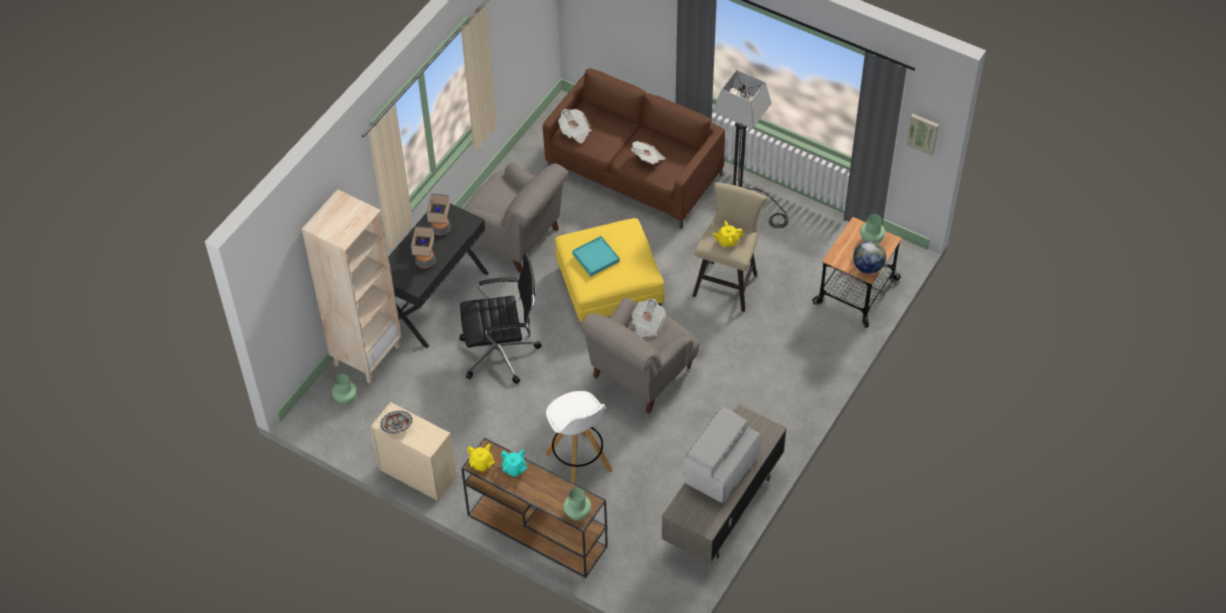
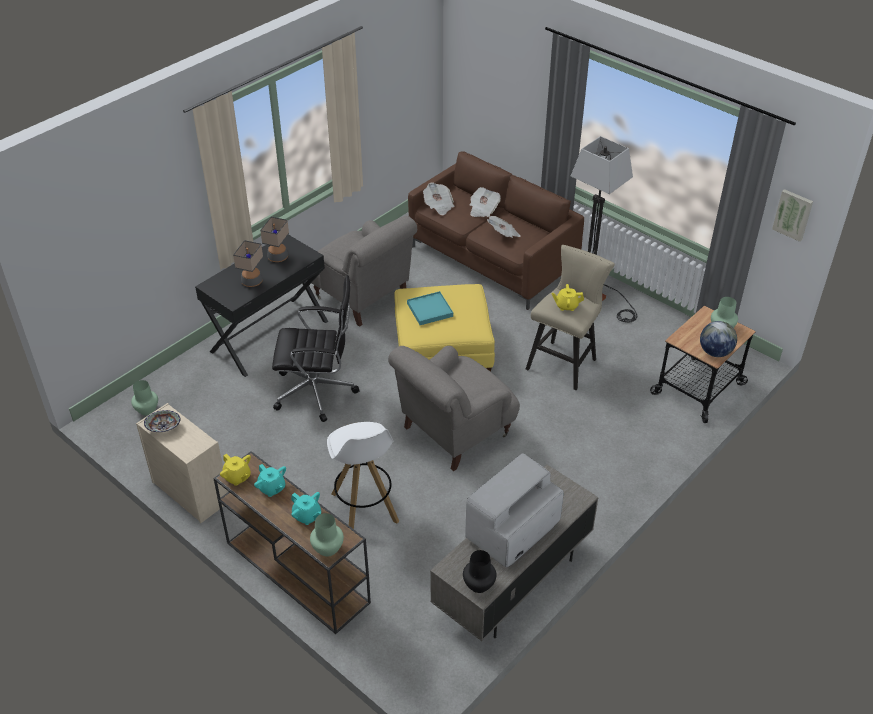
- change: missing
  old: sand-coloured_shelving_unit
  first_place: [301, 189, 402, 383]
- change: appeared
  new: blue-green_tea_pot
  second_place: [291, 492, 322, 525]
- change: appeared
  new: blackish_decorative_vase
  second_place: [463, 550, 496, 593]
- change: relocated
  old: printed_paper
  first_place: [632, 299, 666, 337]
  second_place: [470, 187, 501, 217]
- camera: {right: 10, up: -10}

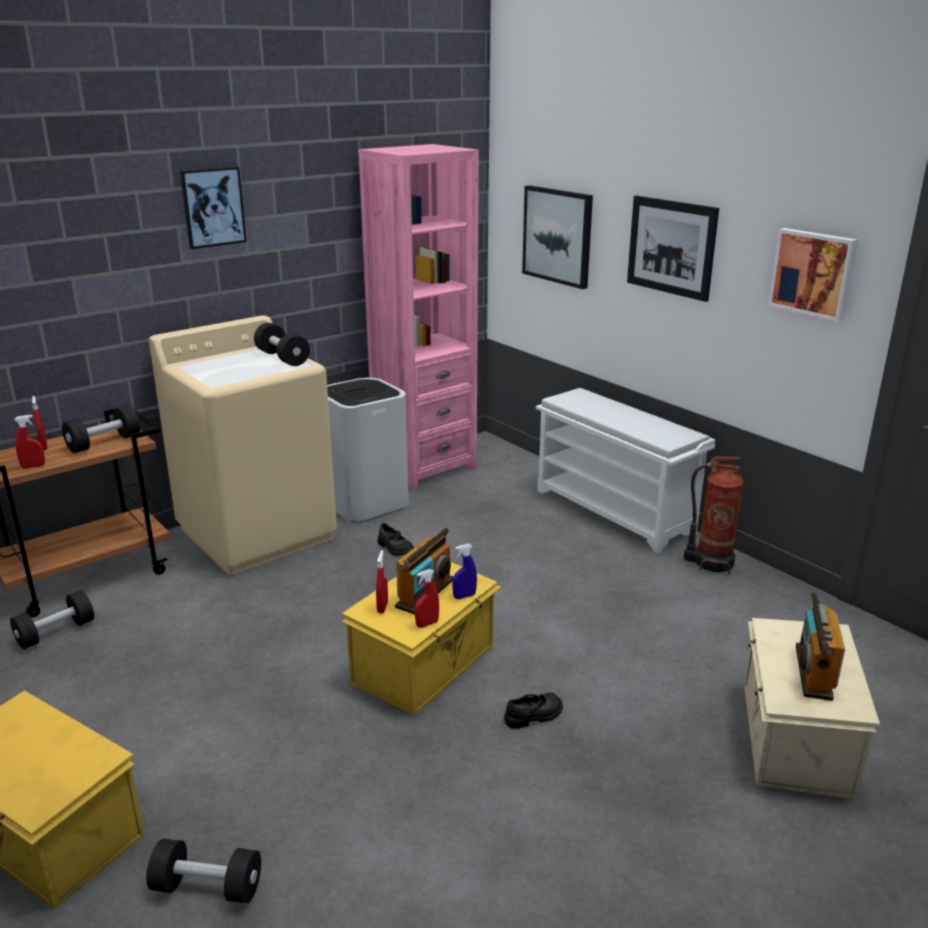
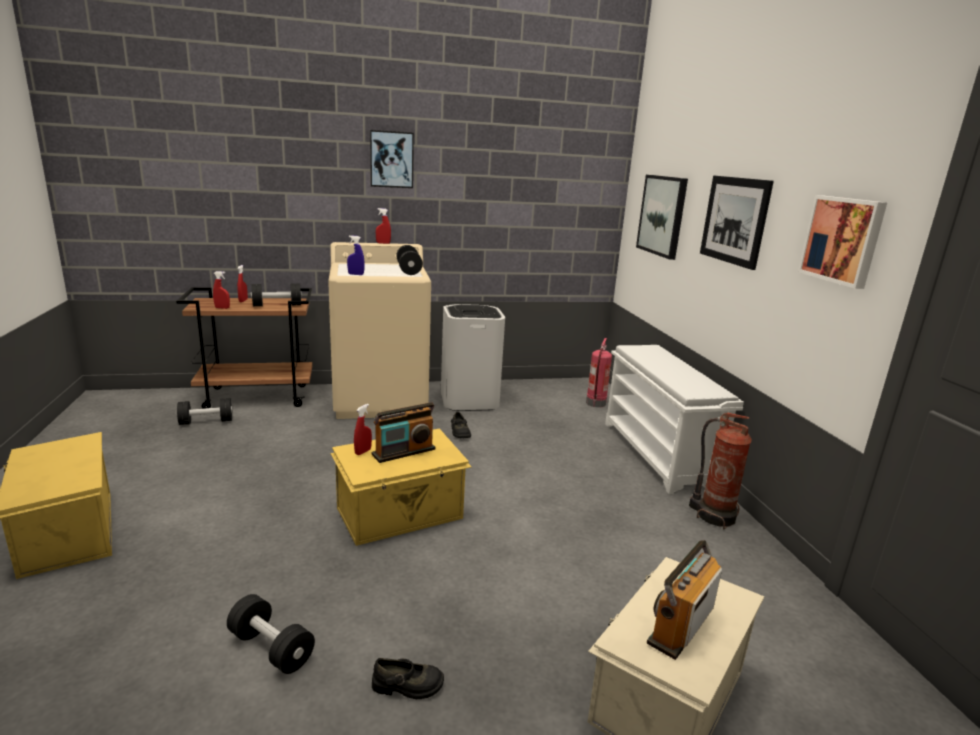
- change: missing
  old: pink_shelving_unit
  first_place: [359, 144, 479, 490]
- change: appeared
  new: extinguisher
  second_place: [586, 338, 612, 408]
- change: relocated
  old: blackish_free_weight
  first_place: [146, 839, 261, 903]
  second_place: [227, 594, 315, 674]
- change: relocated
  old: red_sprayer
  first_place: [415, 569, 439, 628]
  second_place: [376, 208, 391, 244]
- change: relocated
  old: bluish_sprayer
  first_place: [452, 544, 477, 599]
  second_place: [347, 235, 365, 275]
- change: relocated
  old: blackish_low_shoe
  first_place: [504, 693, 563, 729]
  second_place: [372, 658, 444, 699]
- camera: {right: 25, up: -5}

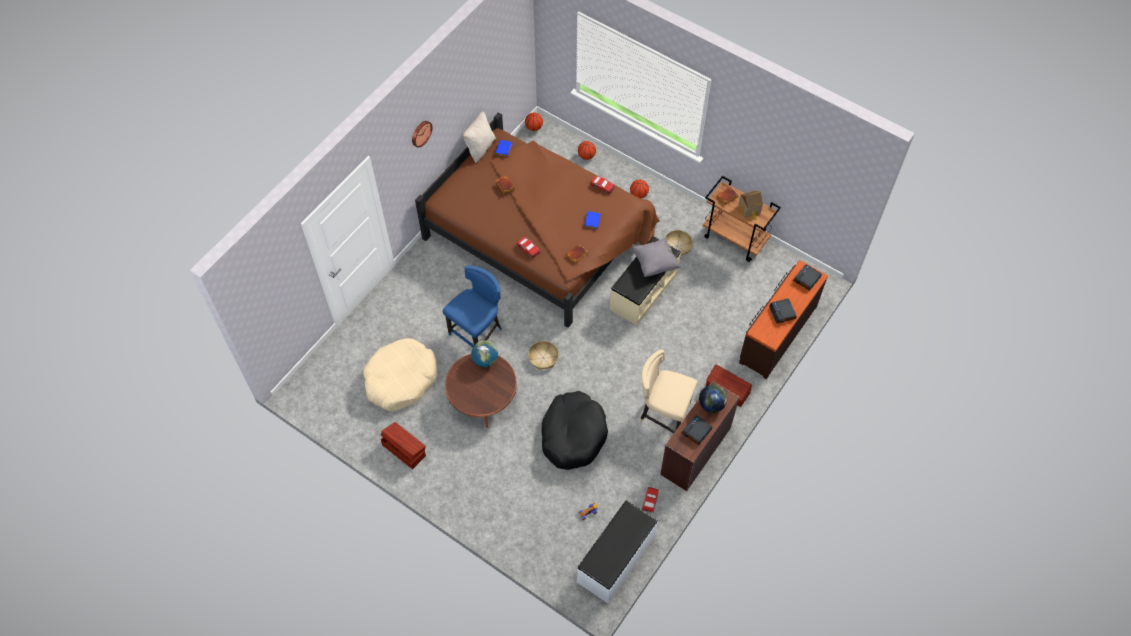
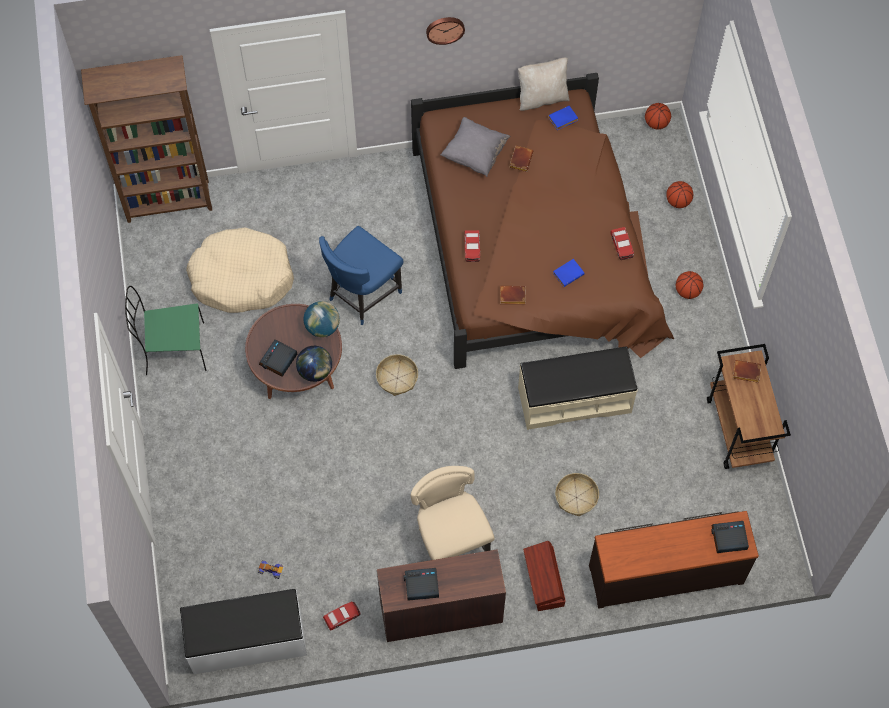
- change: missing
  old: blackish_dog_bed
  first_place: [542, 391, 608, 470]
- change: missing
  old: model_house
  first_place: [738, 190, 763, 220]
- change: appeared
  new: brown-coloured_shelving_unit
  second_place: [81, 55, 212, 223]
- change: relocated
  old: greyish_throw_pillow
  first_place: [632, 237, 681, 277]
  second_place: [441, 117, 510, 177]
- change: relocated
  old: basket
  first_place: [664, 230, 693, 256]
  second_place: [555, 473, 599, 516]
- change: relocated
  old: desk_globe
  first_place: [699, 385, 727, 413]
  second_place: [296, 346, 332, 382]
- change: relocated
  old: alarm_clock
  first_place: [769, 298, 797, 324]
  second_place: [259, 340, 297, 377]
- change: exchanged
  old: brown-coloured_storage_container
  new: greenish_chair
  first_place: [381, 422, 426, 469]
  second_place: [125, 286, 206, 375]
- change: spun
  old: bluish_chair
  first_place: [442, 266, 502, 347]
  second_place: [319, 226, 404, 325]
  degrees: 135
- camera: {right: 45, up: 5}

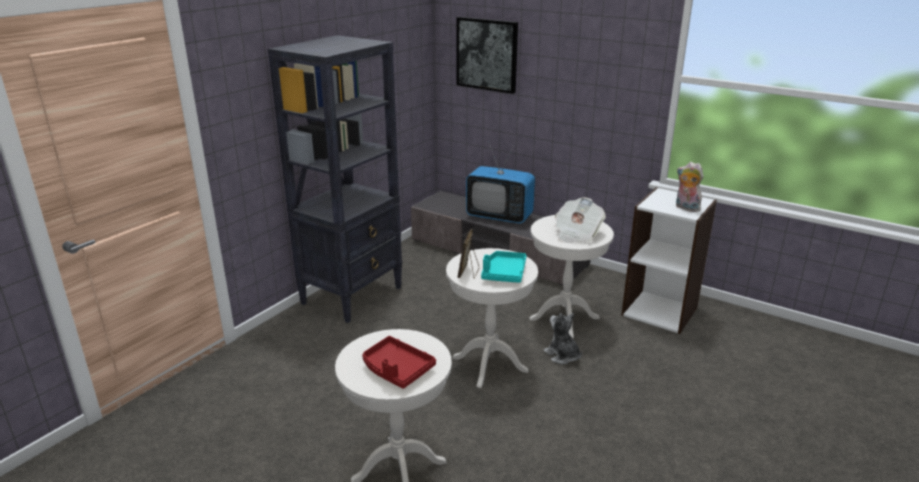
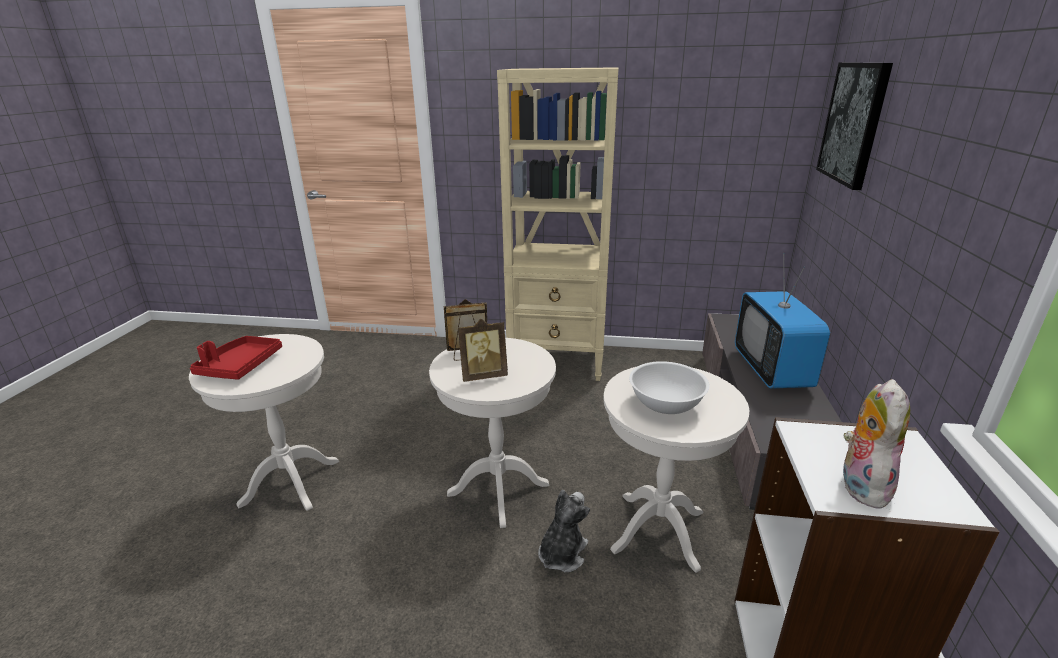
- change: exchanged
  old: blue-green_serving_tray
  new: picture_frame
  first_place: [481, 251, 526, 283]
  second_place: [458, 319, 508, 382]
- change: exchanged
  old: printed_paper
  new: whitish_bowl
  first_place: [555, 197, 606, 243]
  second_place: [629, 361, 710, 414]
- change: colour
  old: blackish_shelving_unit
  new: sand-coloured_shelving_unit
  first_place: [268, 35, 403, 323]
  second_place: [497, 67, 619, 381]
- camera: {right: 65, up: 0}

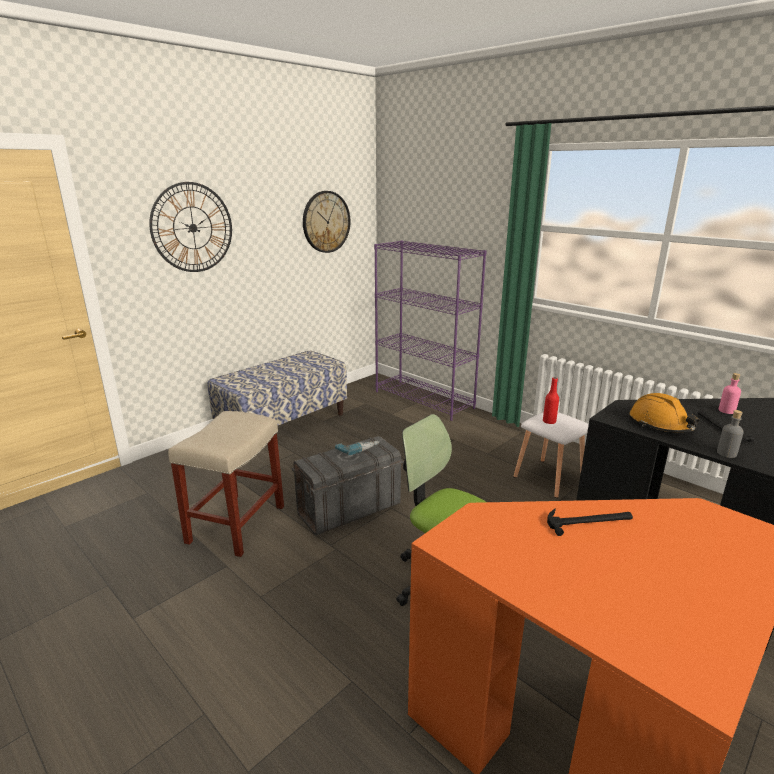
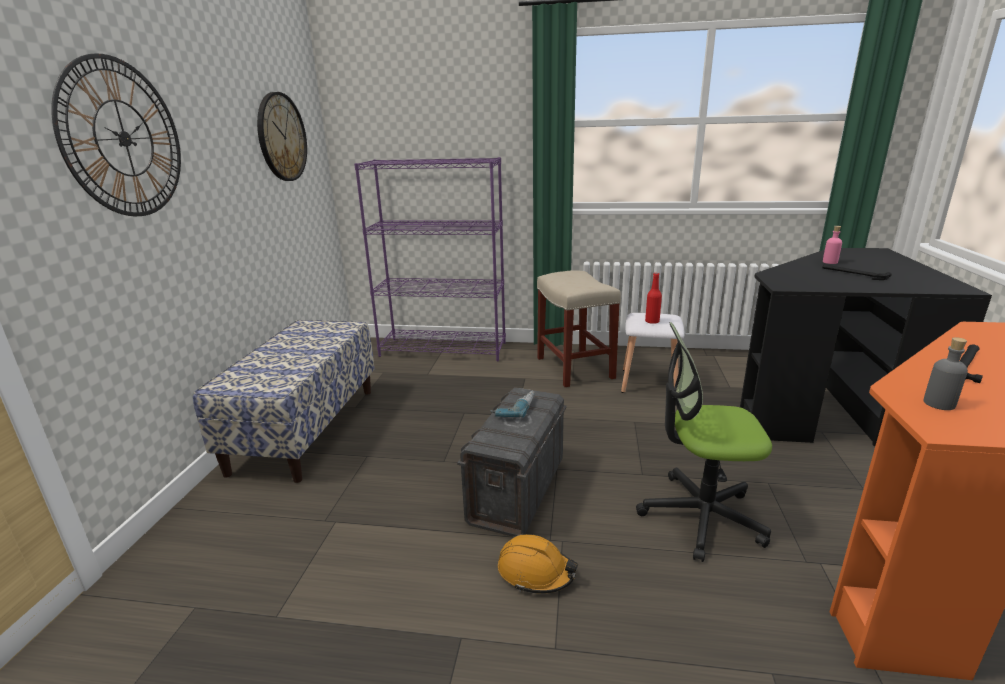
- change: relocated
  old: sand-coloured_stool
  first_place: [168, 411, 284, 557]
  second_place: [537, 270, 621, 387]
- change: relocated
  old: orange_hard_hat
  first_place: [630, 393, 699, 432]
  second_place: [498, 534, 578, 594]
- change: relocated
  old: greyish_drink_bottle
  first_place: [717, 410, 744, 458]
  second_place: [923, 337, 968, 410]
- camera: {right: -35, up: 0}

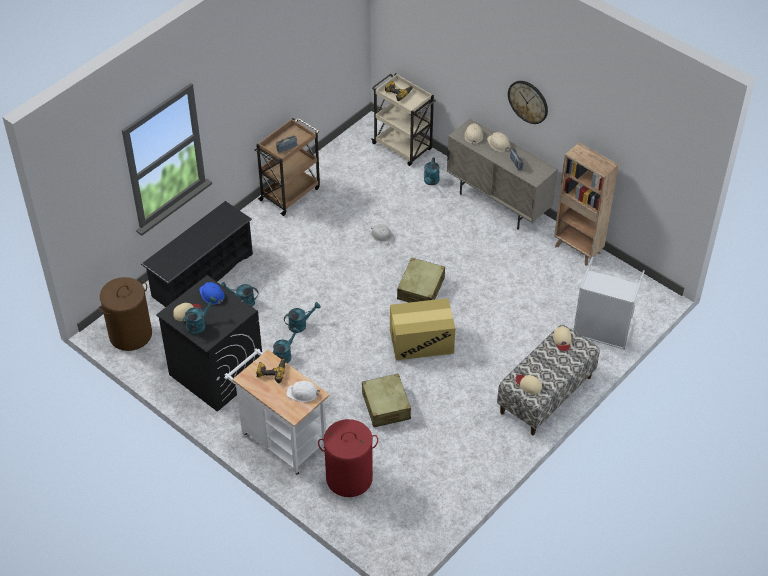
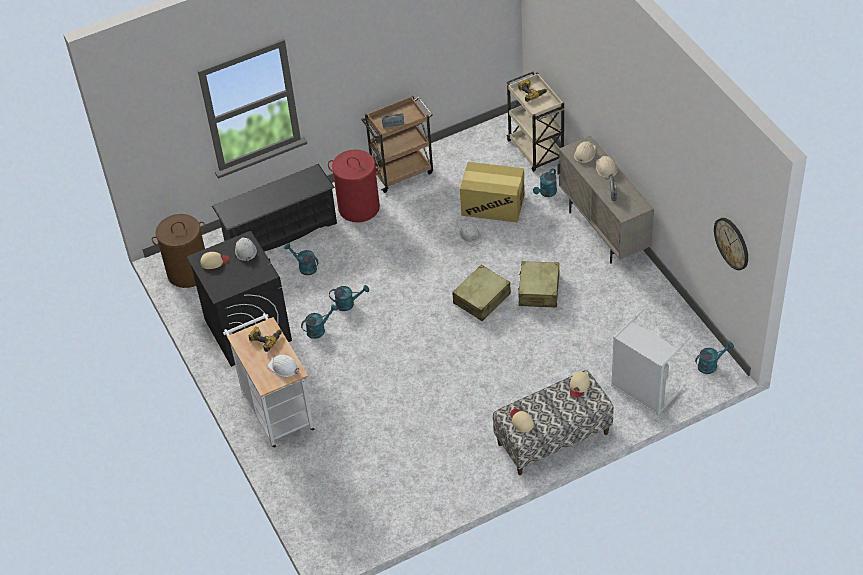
- change: missing
  old: brown-coloured_shelving_unit
  first_place: [554, 143, 618, 266]
- change: relocated
  old: blue-green_sprinkling_can
  first_place: [182, 296, 217, 335]
  second_place: [695, 341, 734, 374]
- change: relocated
  old: red_washing_basket
  first_place: [318, 419, 378, 497]
  second_place: [328, 149, 380, 222]
- change: relocated
  old: sand-coloured_suitcase
  first_place: [362, 374, 411, 427]
  second_place: [518, 261, 560, 307]
- change: relocated
  old: carton
  first_place: [390, 298, 455, 360]
  second_place: [460, 162, 525, 223]
- change: relocated
  old: clock_on_the_wall
  first_place: [508, 81, 548, 124]
  second_place: [714, 218, 748, 270]
- change: colour
  old: bluish_hard_hat
  new: whitish_hard_hat
  first_place: [199, 282, 225, 305]
  second_place: [235, 237, 257, 262]
- camera: {right: 25, up: 0}

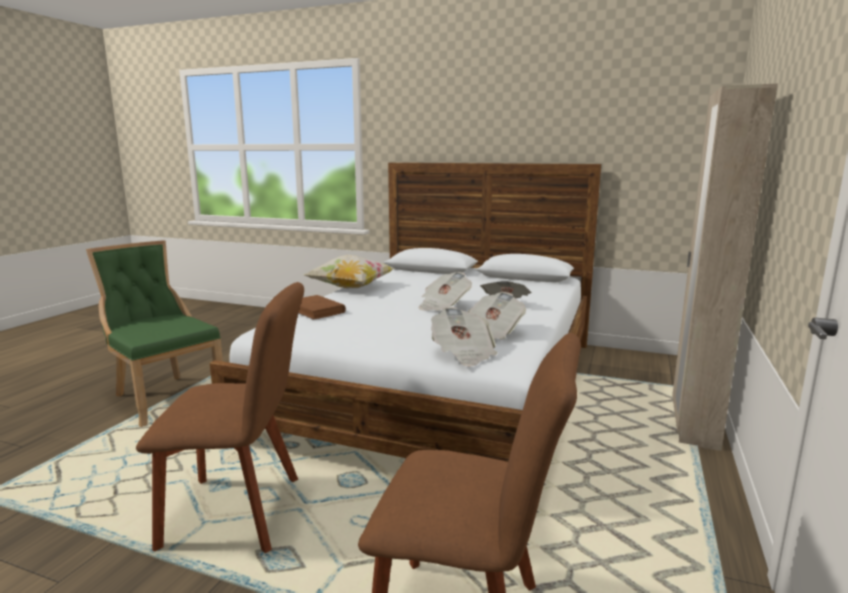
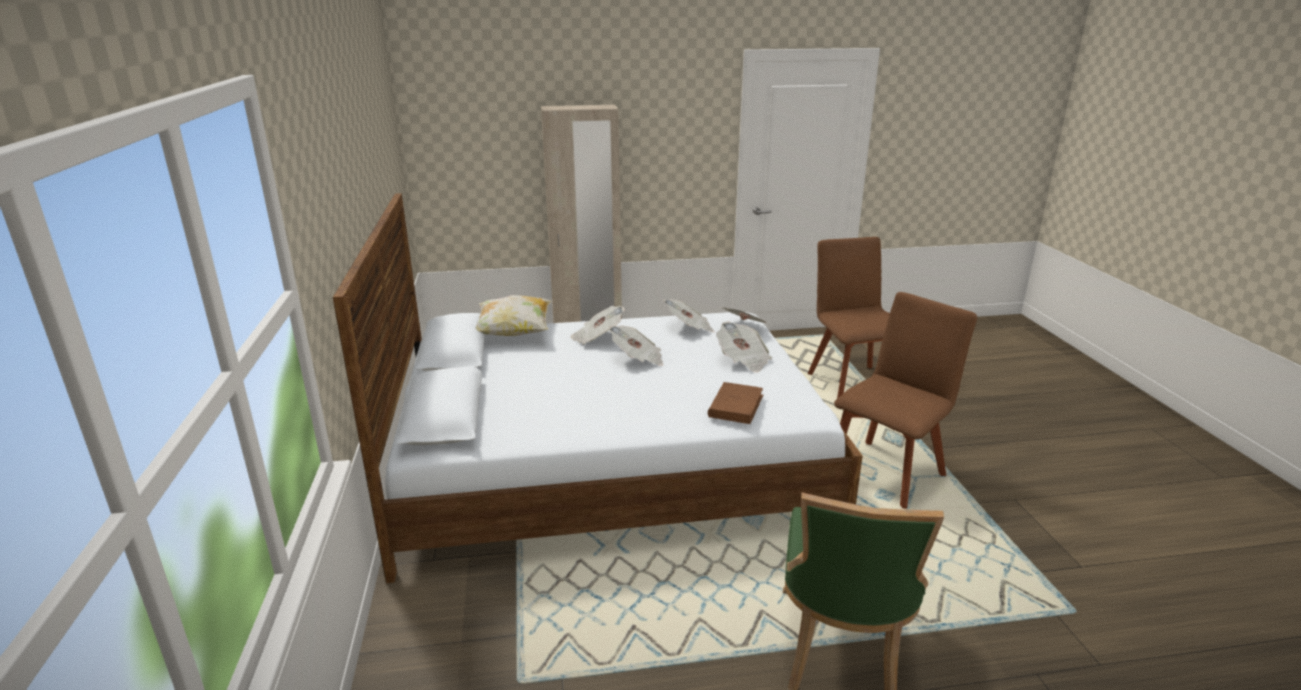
- change: appeared
  new: printed_paper
  second_place: [716, 321, 772, 373]
- change: relocated
  old: throw_pillow
  first_place: [304, 255, 395, 289]
  second_place: [475, 295, 551, 336]
- change: spun
  old: brown-coloured_chair
  first_place: [136, 282, 304, 553]
  second_place: [834, 292, 977, 509]
  degrees: 75
- camera: {right: -120, up: 10}

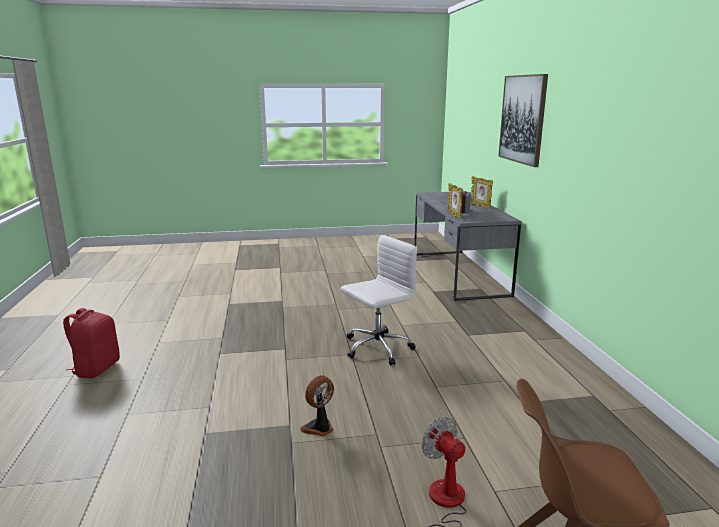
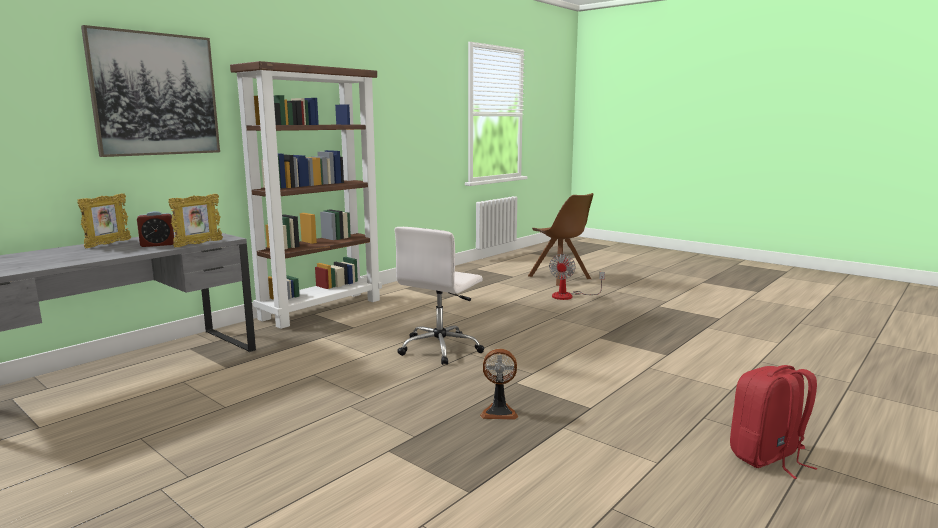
- change: appeared
  new: brown-coloured_shelving_unit
  second_place: [230, 61, 382, 329]
- change: relocated
  old: cooling_fan
  first_place: [300, 375, 334, 436]
  second_place: [480, 349, 518, 420]
- change: spun
  old: whitish_office_chair
  first_place: [341, 235, 417, 365]
  second_place: [395, 227, 484, 365]
  degrees: -75
- camera: {right: -130, up: -5}

